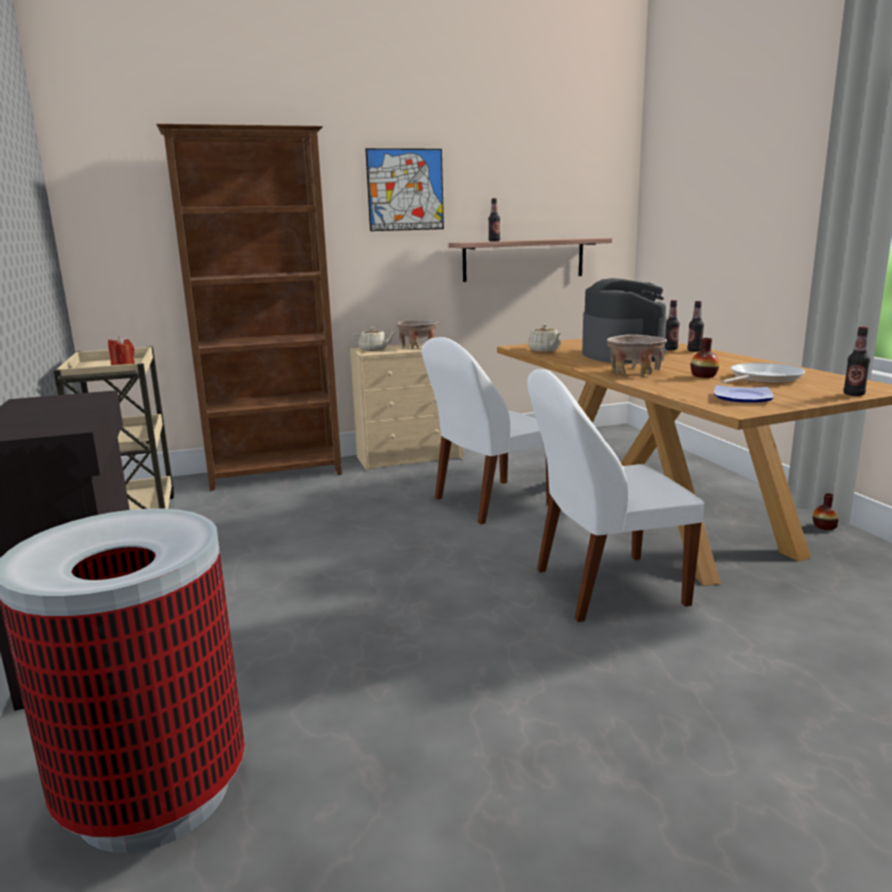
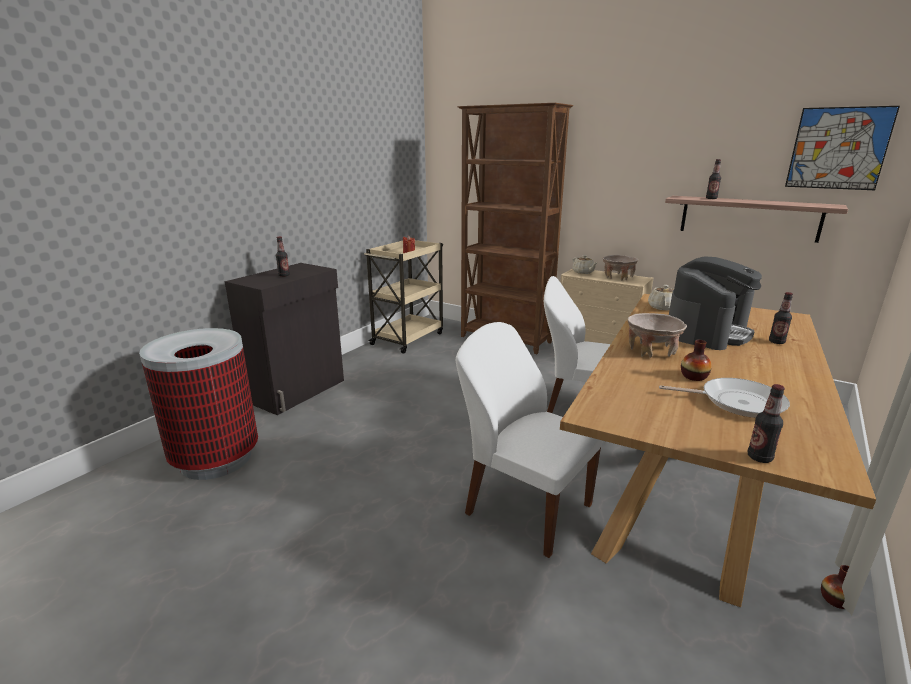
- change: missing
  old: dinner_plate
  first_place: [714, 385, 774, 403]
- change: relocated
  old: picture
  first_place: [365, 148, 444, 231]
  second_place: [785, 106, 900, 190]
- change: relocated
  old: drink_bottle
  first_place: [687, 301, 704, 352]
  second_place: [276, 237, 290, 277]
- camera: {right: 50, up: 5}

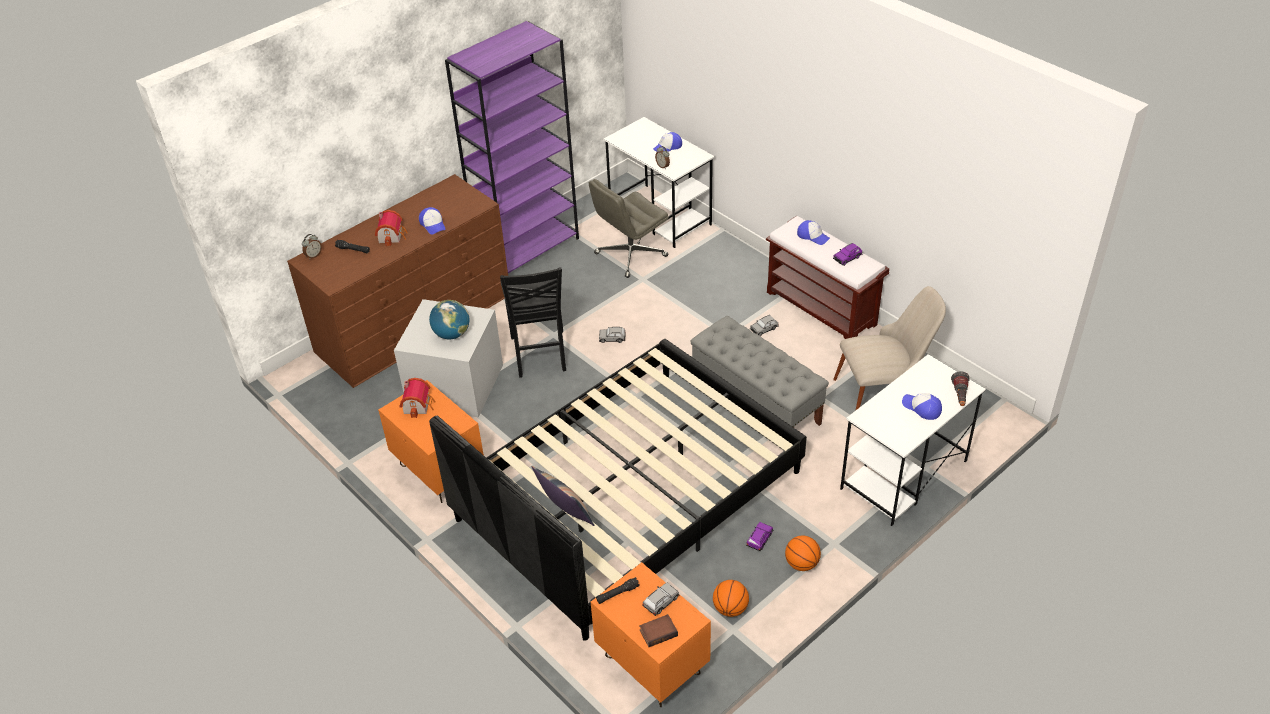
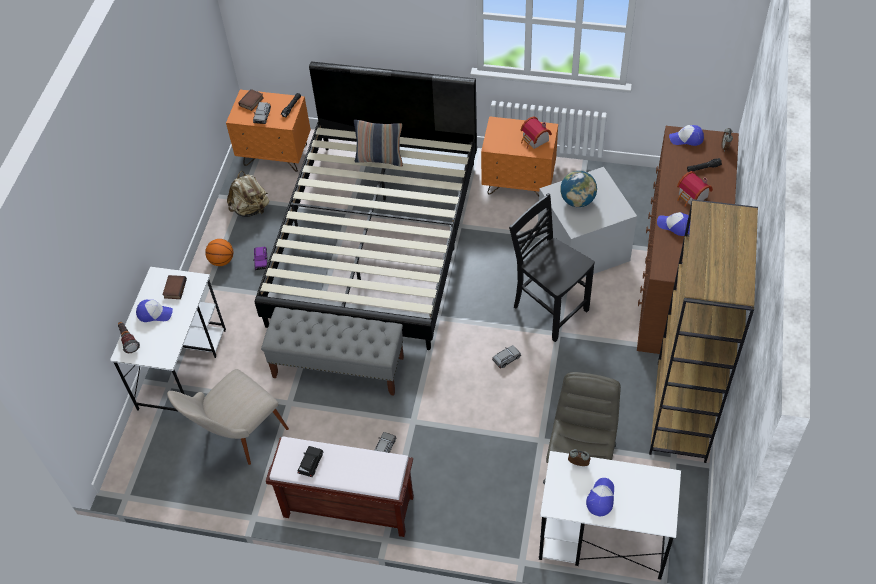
- change: appeared
  new: bound_book
  second_place: [162, 275, 187, 299]
- change: relocated
  old: peaked_cap
  first_place: [797, 220, 830, 245]
  second_place: [669, 125, 704, 146]
- change: exchanged
  old: basketball
  new: sand-coloured_knapsack
  first_place: [713, 580, 749, 617]
  second_place: [227, 171, 269, 217]
- change: colour
  old: purple_shelving_unit
  new: brown-coloured_shelving_unit
  first_place: [445, 21, 579, 273]
  second_place: [649, 199, 758, 463]
- change: colour
  old: purple_model_car
  new: blackish_model_car
  first_place: [833, 243, 862, 266]
  second_place: [298, 446, 324, 477]
- camera: {right: 145, up: 10}

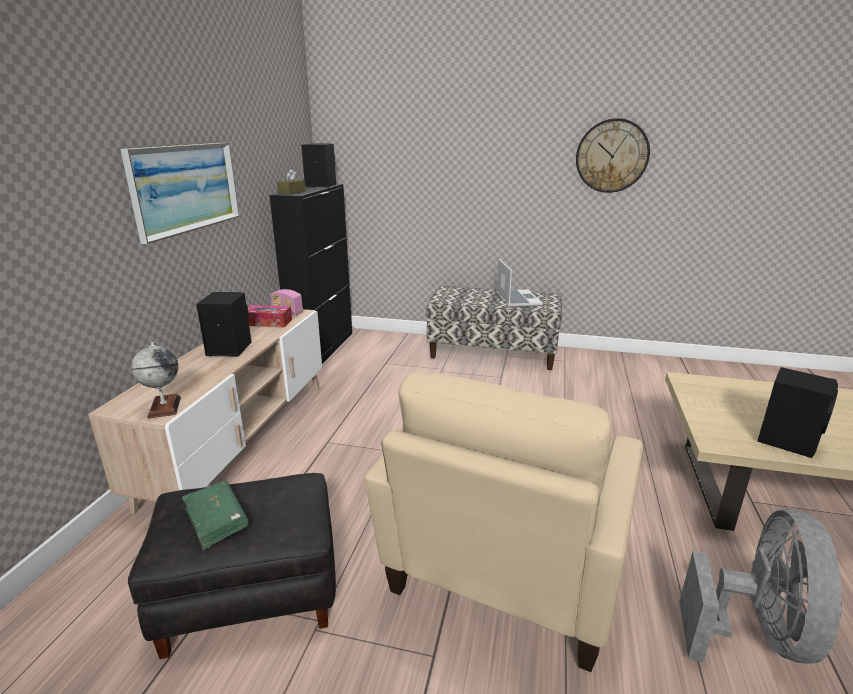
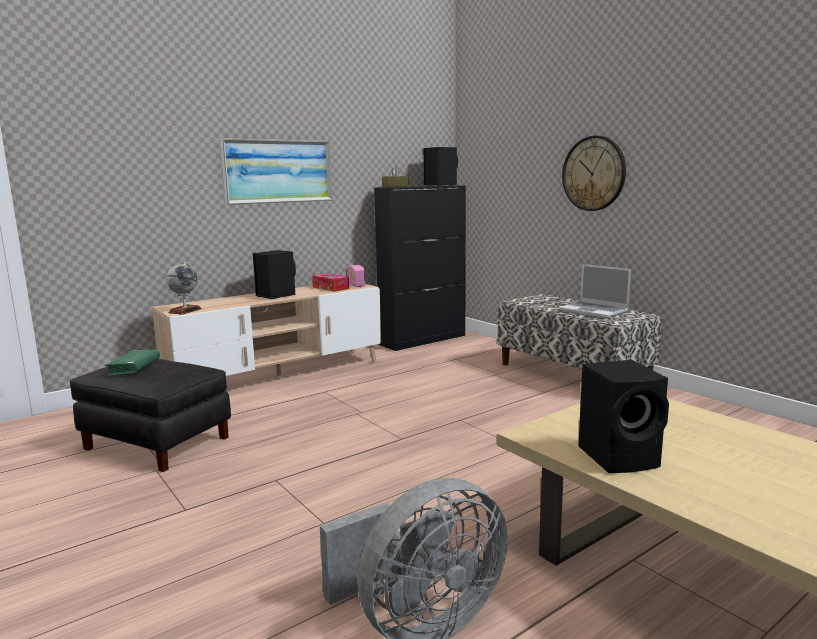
- change: missing
  old: sand-coloured_easy_chair
  first_place: [364, 371, 643, 672]
- change: relocated
  old: clock_on_the_wall
  first_place: [576, 118, 650, 193]
  second_place: [562, 136, 626, 211]
- change: spun
  old: laptop
  first_place: [496, 259, 543, 307]
  second_place: [559, 264, 631, 319]
  degrees: 105
- camera: {right: 40, up: -10}

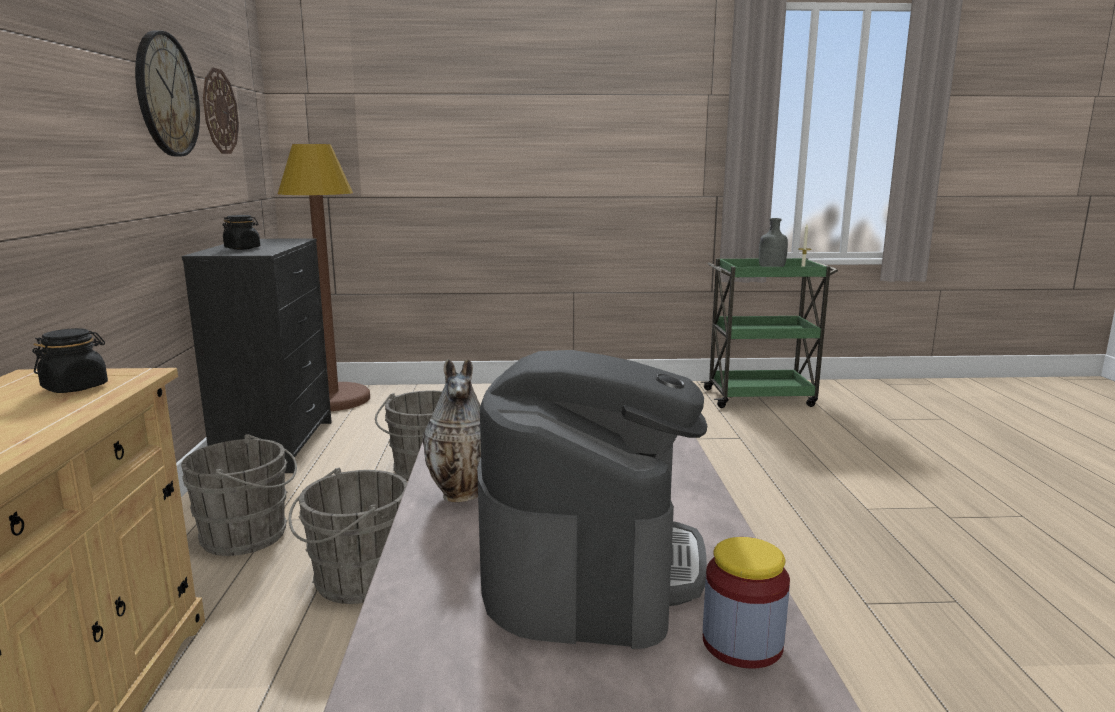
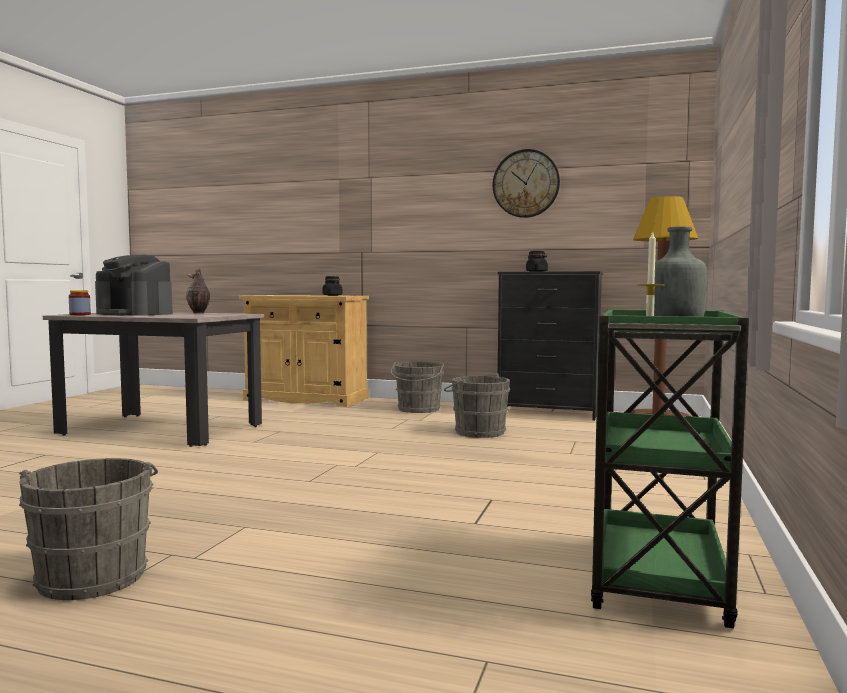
- change: missing
  old: clock_on_the_wall
  first_place: [203, 67, 239, 154]
- change: relocated
  old: greyish_water_bucket
  first_place: [289, 468, 407, 604]
  second_place: [19, 458, 158, 600]
- camera: {right: 110, up: -10}

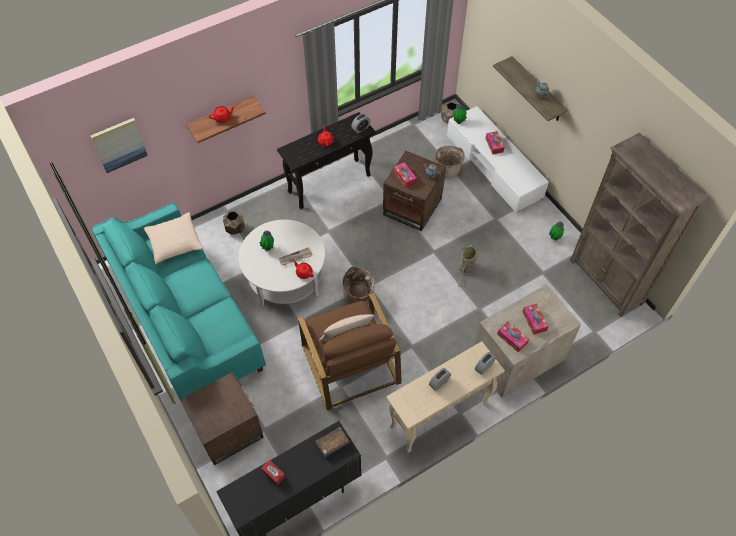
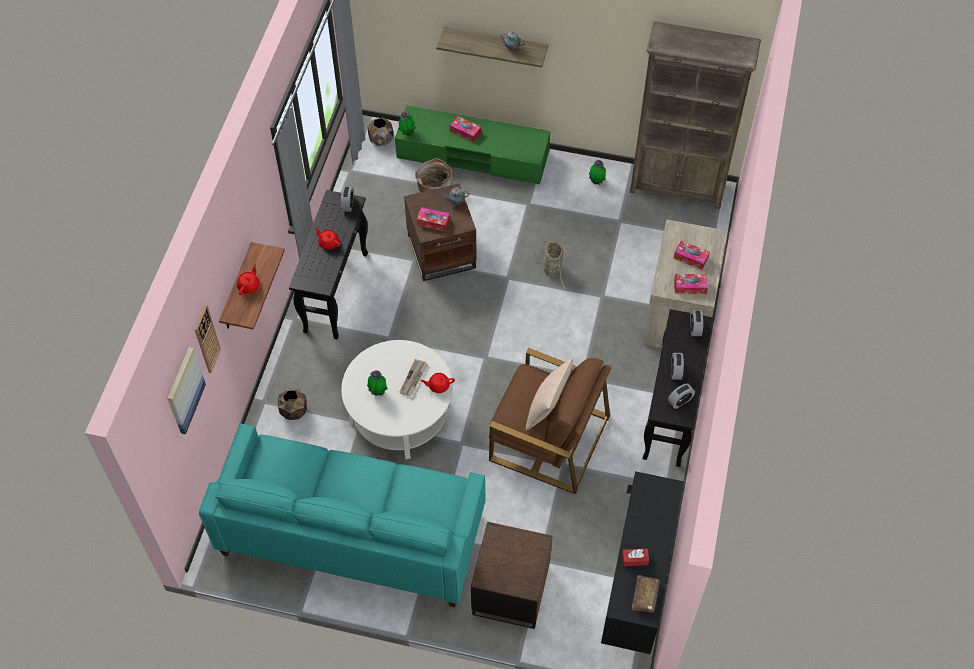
- change: missing
  old: sand-coloured_throw_pillow
  first_place: [144, 212, 203, 265]
- change: missing
  old: basket
  first_place: [342, 267, 375, 303]
- change: appeared
  new: clock_on_the_wall
  second_place: [195, 305, 221, 373]
- change: appeared
  new: alarm_clock
  second_place: [668, 383, 695, 409]
- change: relocated
  old: brown-coloured_bound_book
  first_place: [316, 427, 349, 457]
  second_place: [632, 575, 660, 613]
- change: colour
  old: sand-coloured_narrow_table
  new: blackish_narrow_table
  first_place: [386, 341, 505, 453]
  second_place: [643, 309, 713, 467]
- change: colour
  old: whitish_media_console
  new: greenish_media_console
  first_place: [447, 106, 549, 212]
  second_place: [395, 105, 550, 184]
- camera: {right: -45, up: 0}

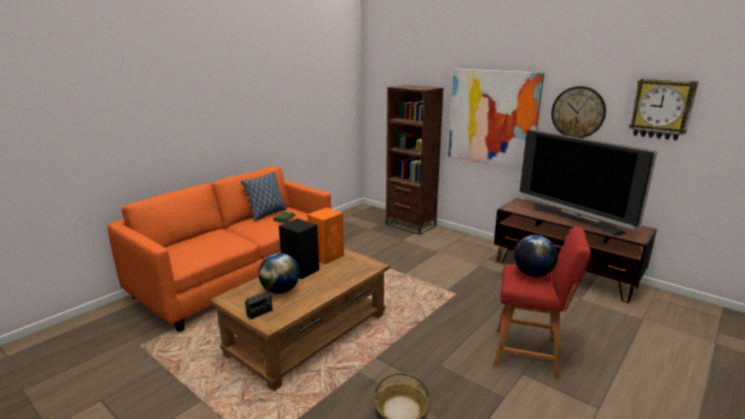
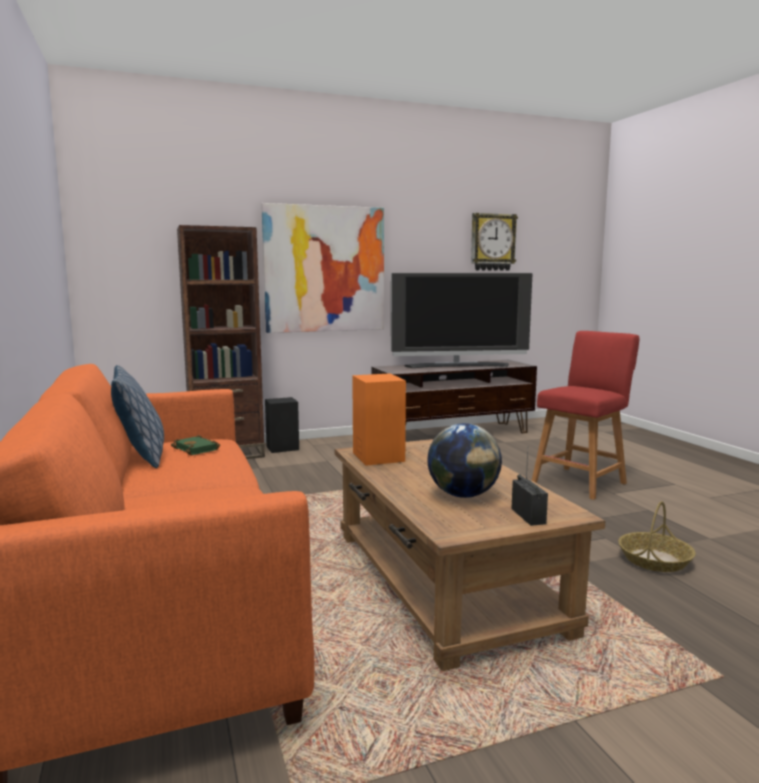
- change: missing
  old: desk_globe
  first_place: [514, 235, 558, 277]
- change: missing
  old: clock_on_the_wall
  first_place: [551, 86, 606, 138]
- change: relocated
  old: blackish_audio_speaker
  first_place: [279, 218, 319, 280]
  second_place: [265, 397, 299, 453]
- camera: {right: -60, up: -10}

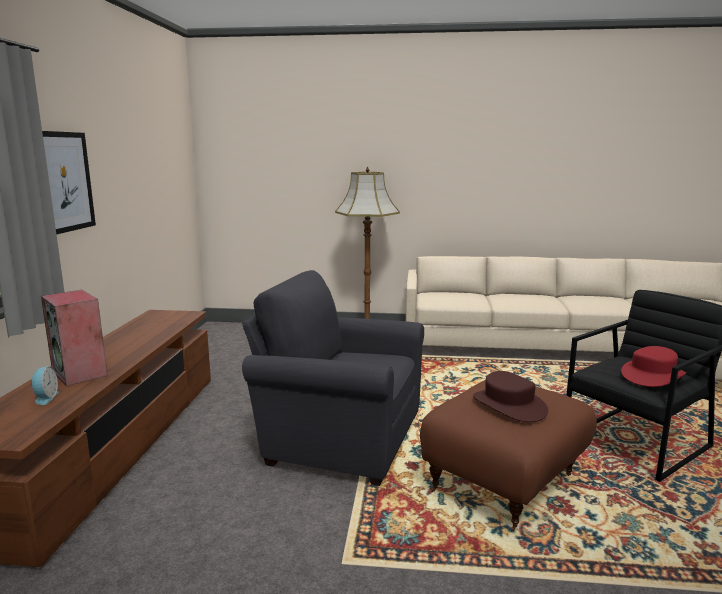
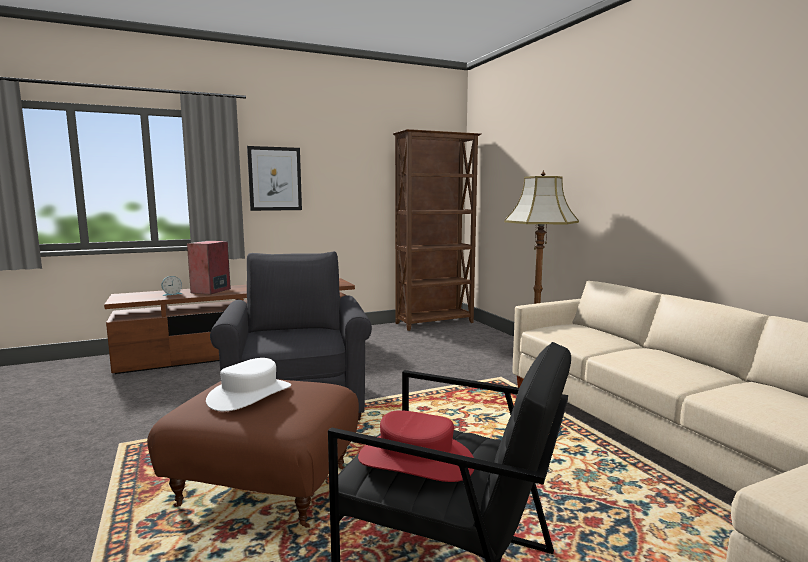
- change: appeared
  new: brown-coloured_shelving_unit
  second_place: [392, 129, 481, 331]
- change: colour
  old: brown-coloured_wearable_hat
  new: whitish_wearable_hat
  first_place: [473, 371, 548, 422]
  second_place: [206, 358, 291, 411]
- camera: {right: 60, up: -5}

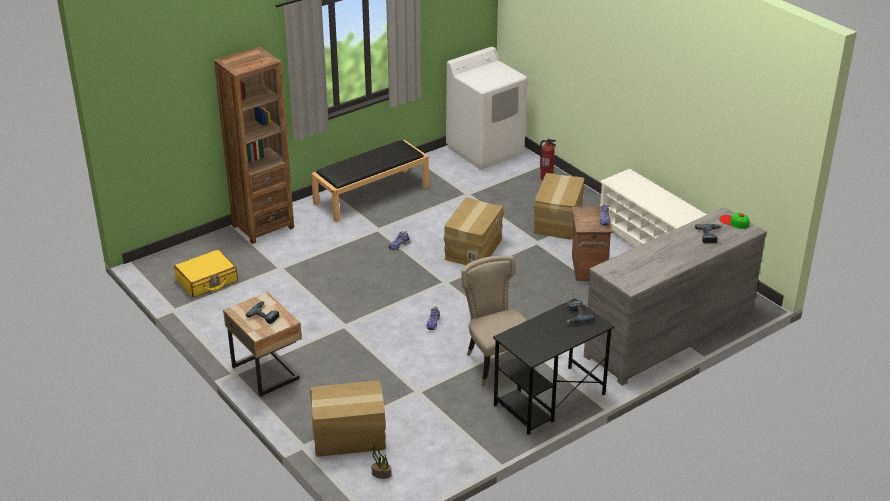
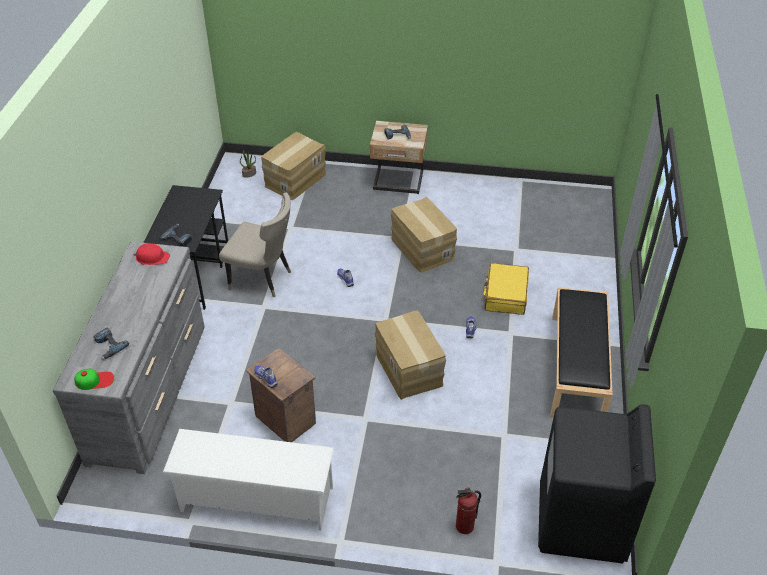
- change: missing
  old: brown-coloured_shelving_unit
  first_place: [214, 47, 294, 244]
- change: appeared
  new: red_hard_hat
  second_place: [133, 243, 170, 265]
- change: relocated
  old: yellowish_suitcase
  first_place: [174, 249, 238, 297]
  second_place: [484, 263, 529, 315]
- change: relocated
  old: carton
  first_place: [534, 173, 584, 240]
  second_place: [391, 197, 457, 273]
- change: colour
  old: whitish_laundry_machine
  new: blackish_laundry_machine
  first_place: [446, 47, 527, 170]
  second_place: [538, 404, 656, 563]
- camera: {right: 135, up: 10}

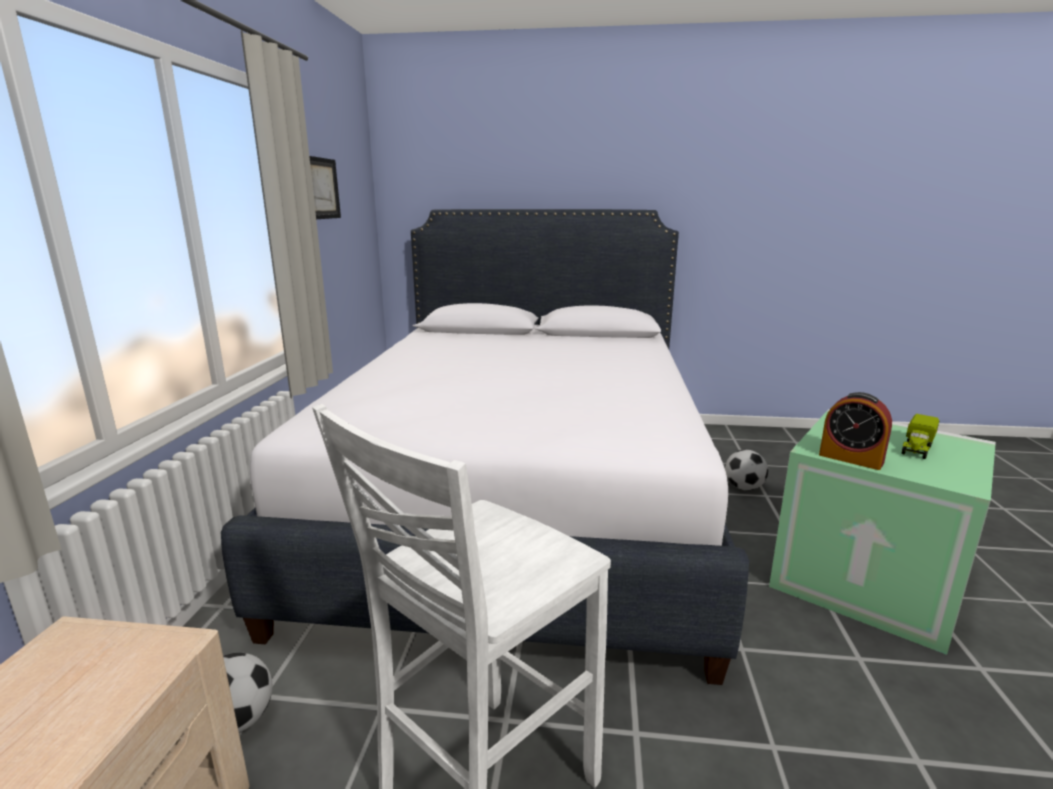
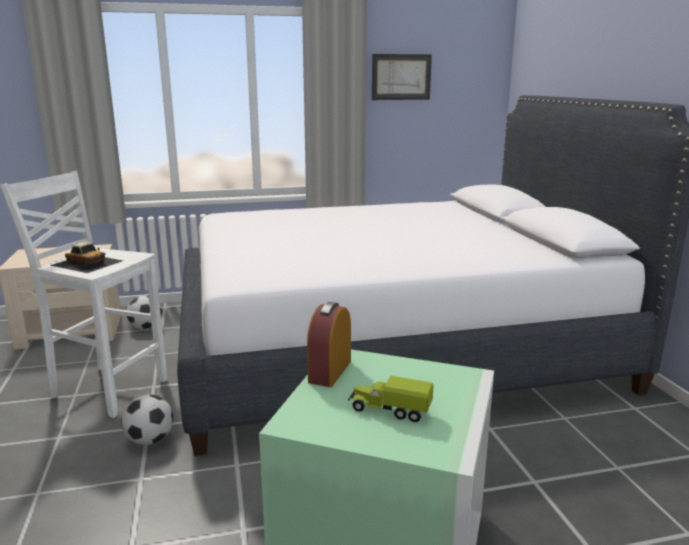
- change: appeared
  new: model_car
  second_place: [50, 242, 123, 273]
- change: relocated
  old: football
  first_place: [725, 450, 768, 490]
  second_place: [121, 394, 173, 445]
- camera: {right: 70, up: 0}

